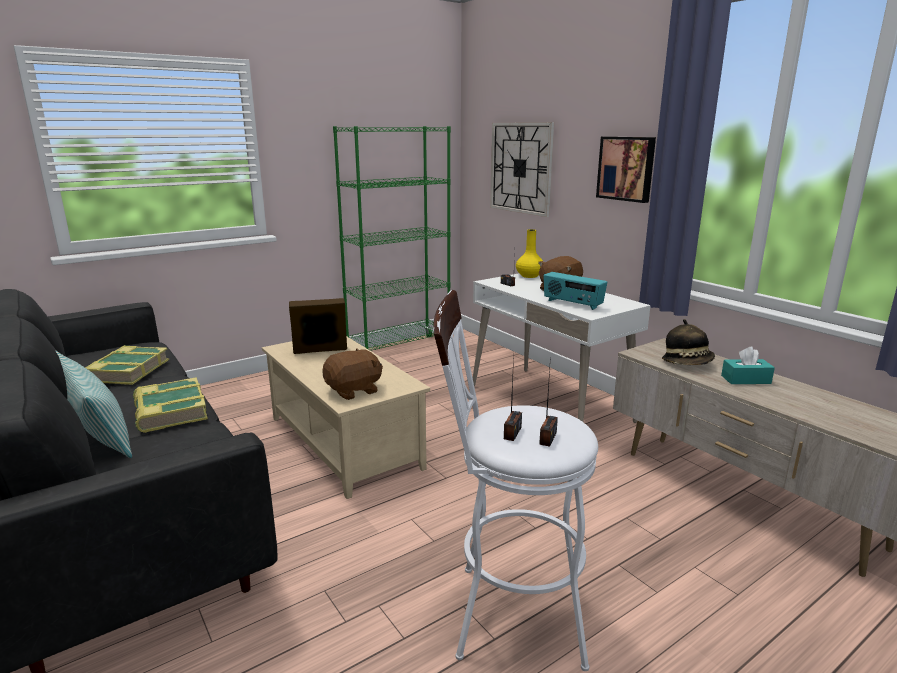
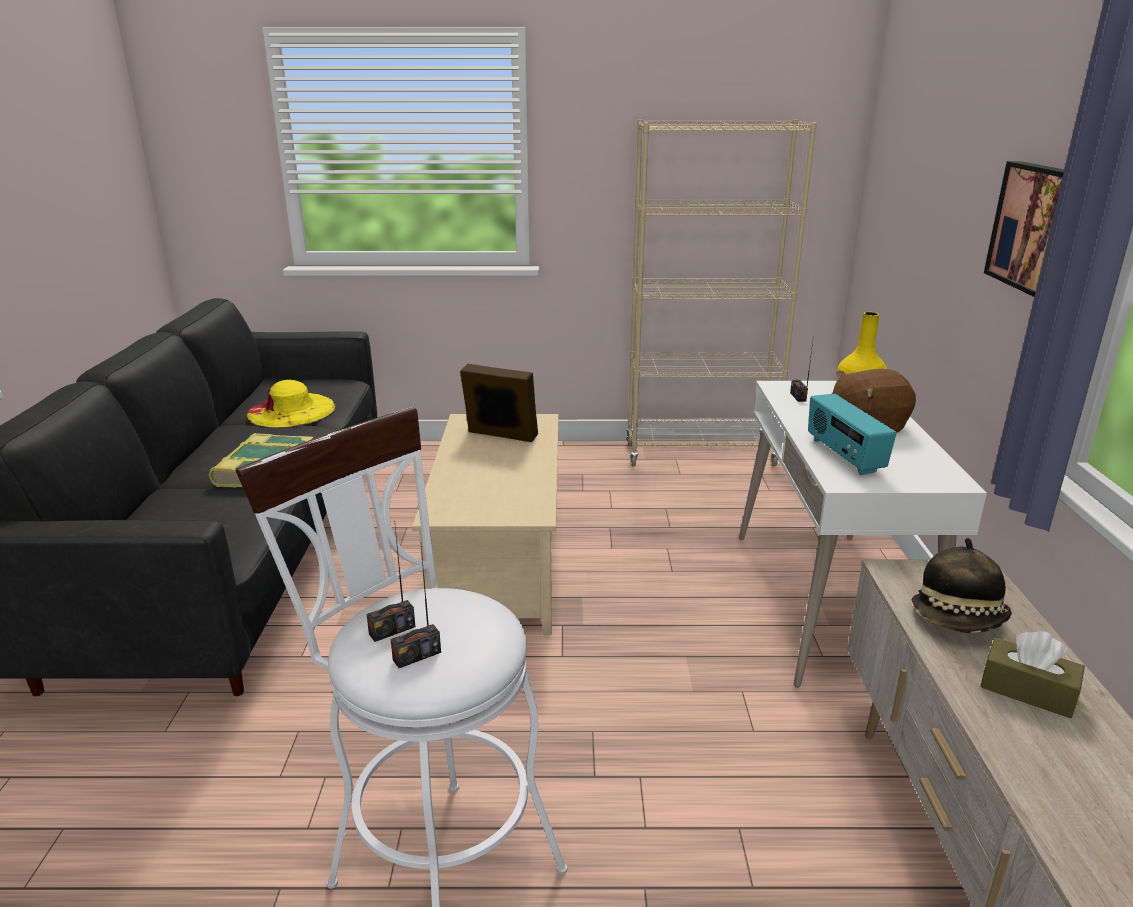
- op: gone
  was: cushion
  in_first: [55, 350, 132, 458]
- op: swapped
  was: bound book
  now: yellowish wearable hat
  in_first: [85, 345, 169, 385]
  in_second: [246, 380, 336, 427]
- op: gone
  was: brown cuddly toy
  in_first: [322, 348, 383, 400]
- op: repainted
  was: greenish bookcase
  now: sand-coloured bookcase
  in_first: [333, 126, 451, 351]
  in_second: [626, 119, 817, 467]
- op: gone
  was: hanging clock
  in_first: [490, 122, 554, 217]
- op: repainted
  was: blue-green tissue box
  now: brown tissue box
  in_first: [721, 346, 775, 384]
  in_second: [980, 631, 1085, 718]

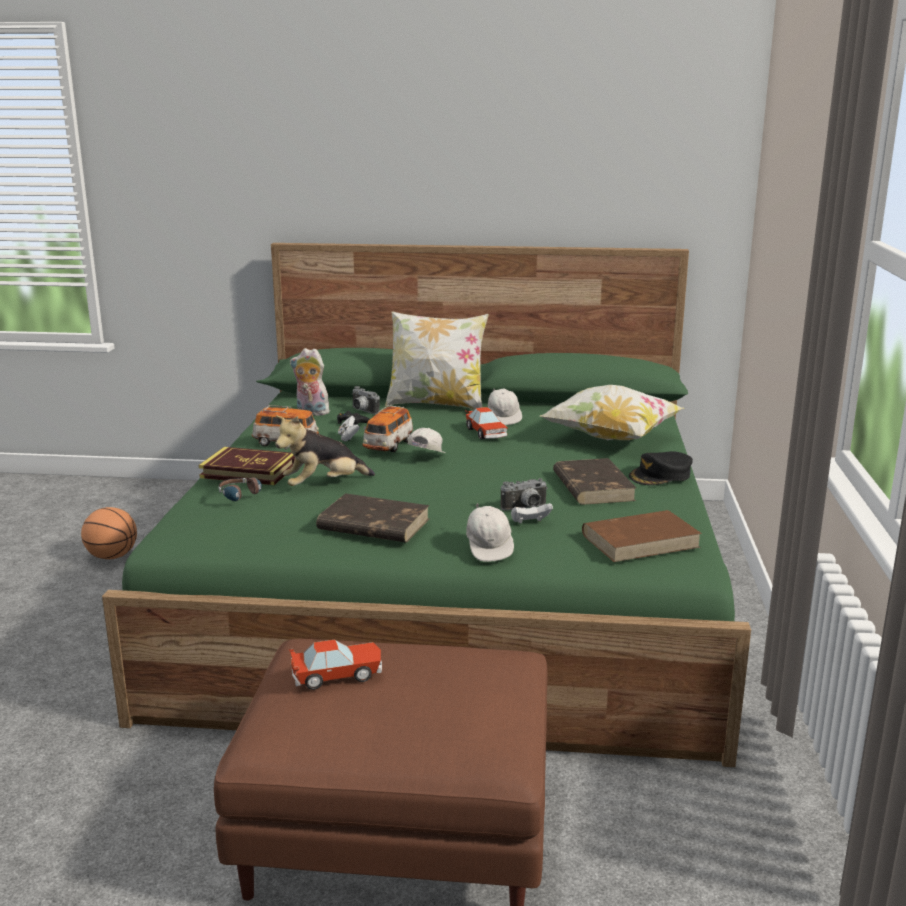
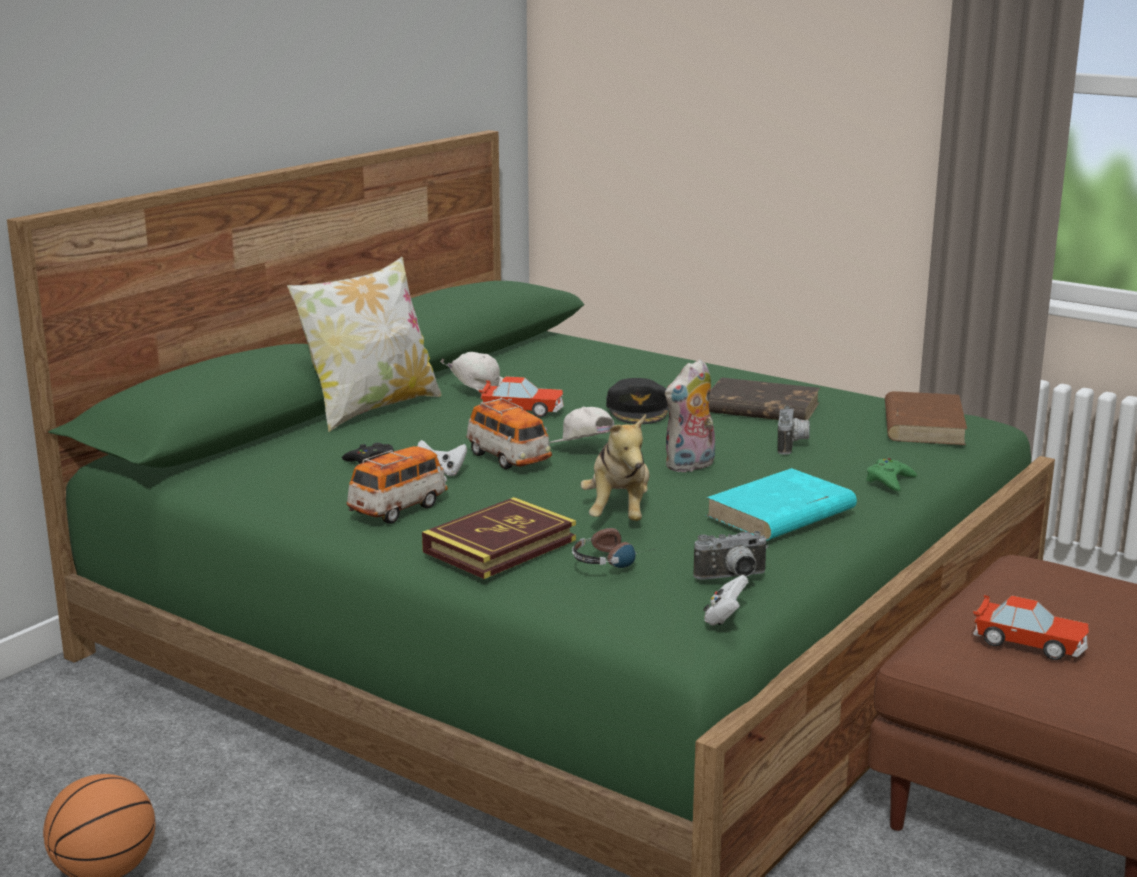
- op: rotated
  was: miniature car
  in_first: [289, 640, 382, 690]
  in_second: [973, 594, 1089, 660]
  clockwise: 105
- op: shifted
  was: cuddly toy
  in_first: [290, 348, 330, 416]
  in_second: [665, 359, 715, 472]
- op: repainted
  was: brown bound book
  now: blue-green bound book
  in_first: [316, 493, 430, 543]
  in_second: [706, 468, 857, 541]
- op: shifted
  was: photo camera
  in_first: [352, 386, 380, 414]
  in_second: [693, 531, 768, 580]
- op: swapped
  was: white cap
  now: greenish joypad
  in_first: [466, 503, 514, 562]
  in_second: [866, 458, 917, 491]
- op: shifted
  was: white joypad
  in_first: [511, 503, 553, 524]
  in_second: [703, 575, 748, 625]
- op: gone
  was: cushion
  in_first: [540, 385, 684, 440]
- op: shifted
  was: black-coloured cap
  in_first: [629, 451, 693, 485]
  in_second: [606, 378, 668, 424]

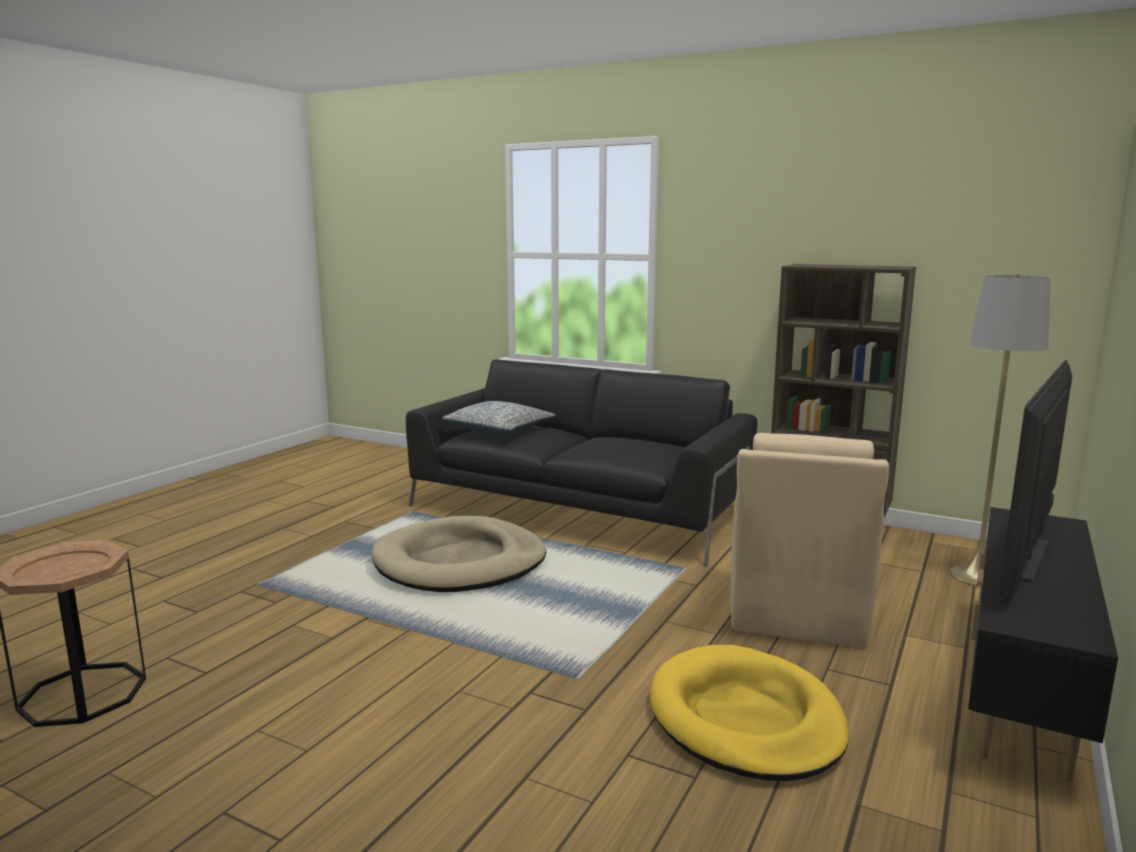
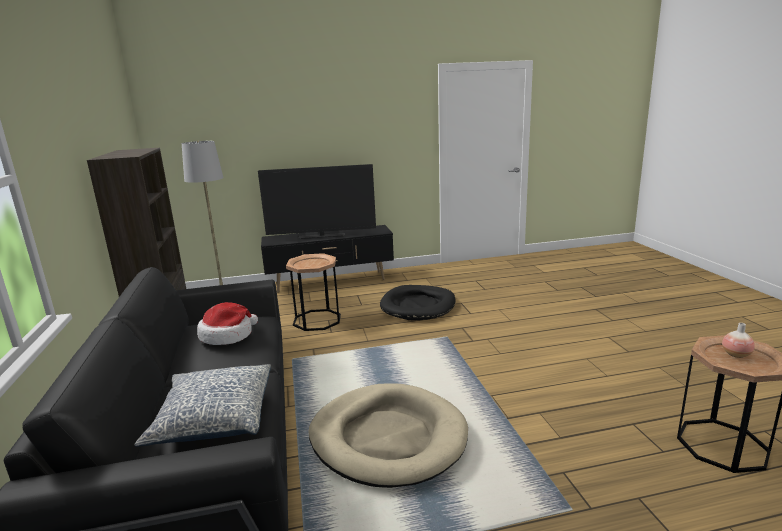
- op: repainted
  was: yellowish dog cushion
  now: black-coloured dog cushion
  in_first: [650, 645, 849, 781]
  in_second: [380, 285, 456, 321]
- op: swapped
  was: sand-coloured easy chair
  now: brown accent table
  in_first: [731, 433, 889, 648]
  in_second: [286, 253, 341, 331]
- op: new
  now: wearable hat
  in_second: [197, 302, 258, 345]
- op: new
  now: vase
  in_second: [722, 323, 755, 358]

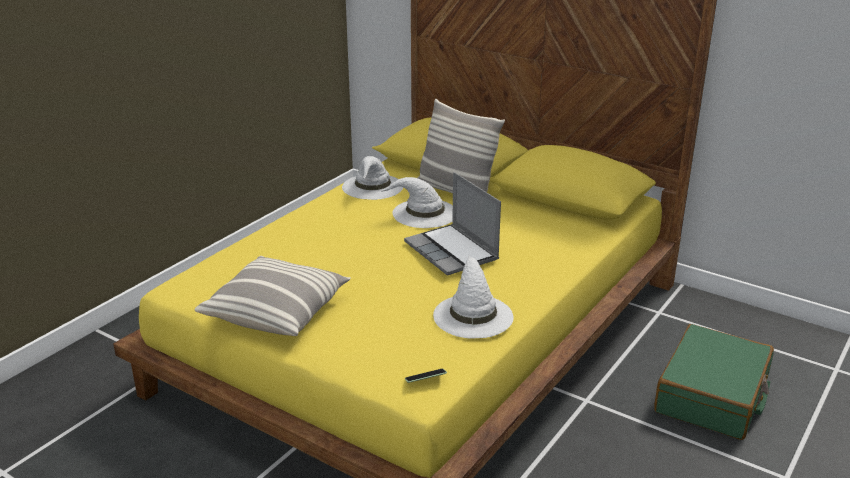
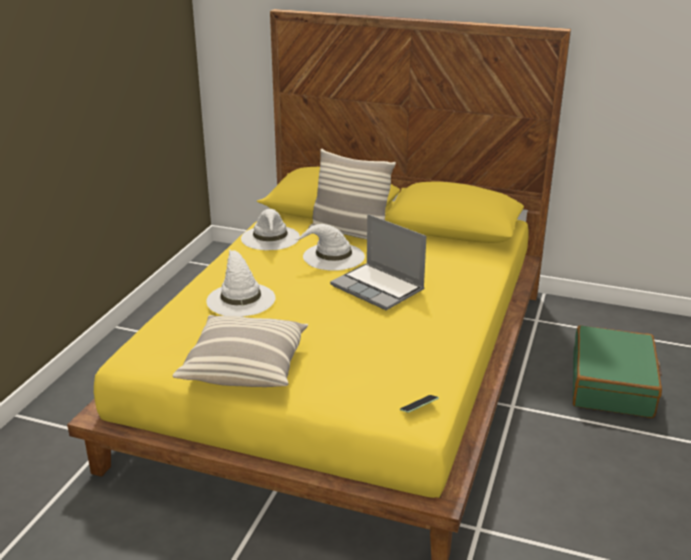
- op: shifted
  was: white wearable hat
  in_first: [433, 255, 514, 338]
  in_second: [206, 249, 276, 317]

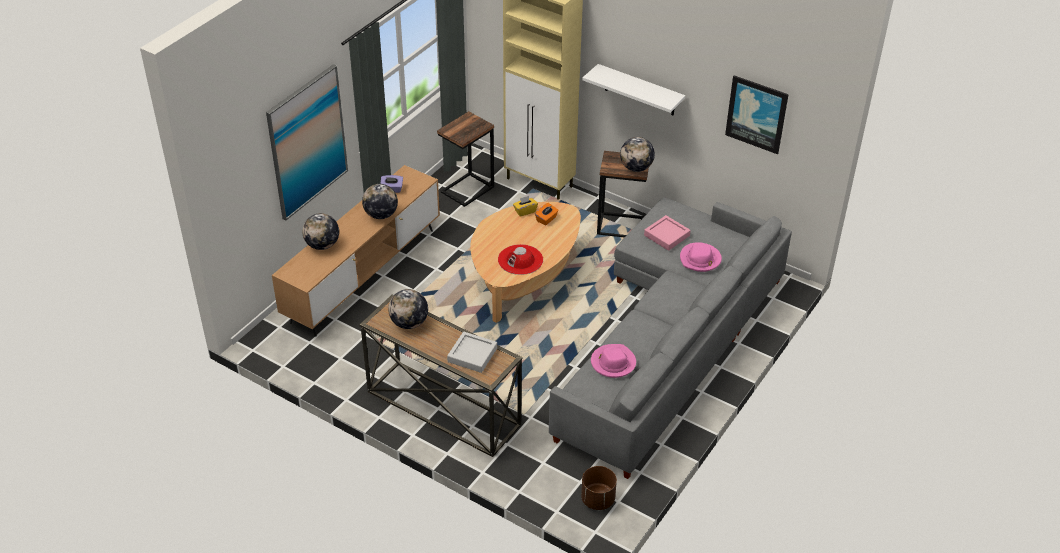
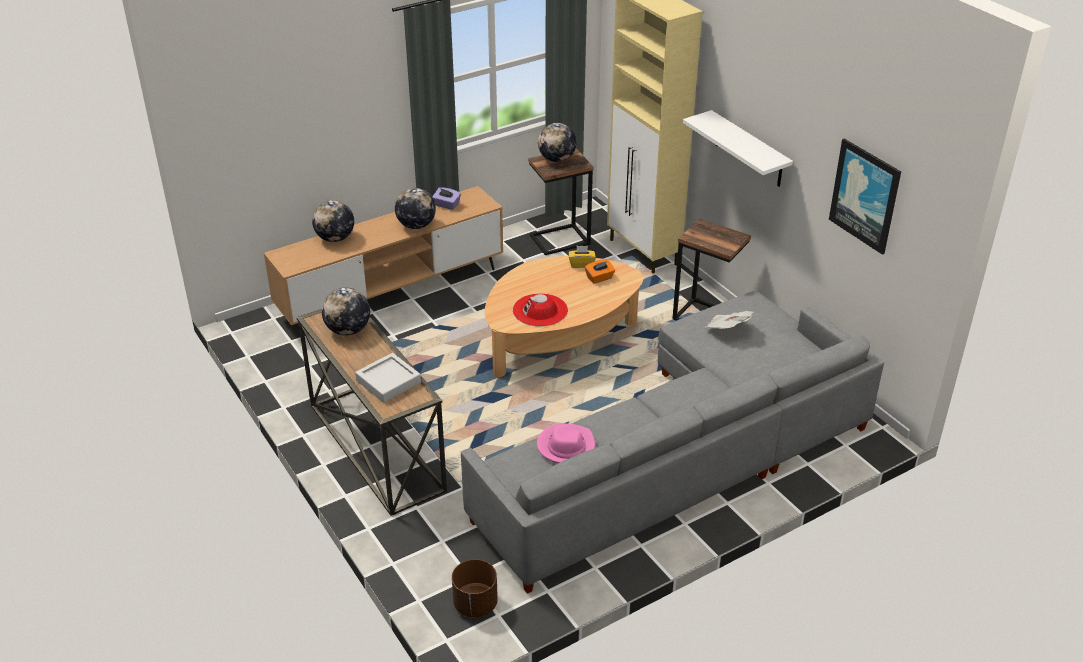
- op: gone
  was: picture
  in_first: [266, 64, 348, 221]
- op: shifted
  was: world globe
  in_first: [620, 137, 655, 172]
  in_second: [538, 123, 576, 162]
- op: swapped
  was: pink-coloured tray
  now: newspaper
  in_first: [644, 215, 691, 251]
  in_second: [705, 311, 754, 329]
- op: gone
  was: pink-coloured wearable hat
  in_first: [680, 242, 722, 272]

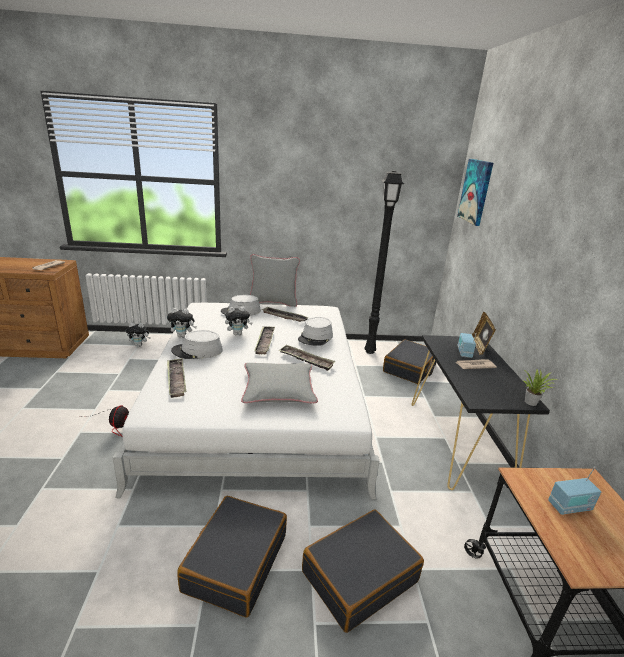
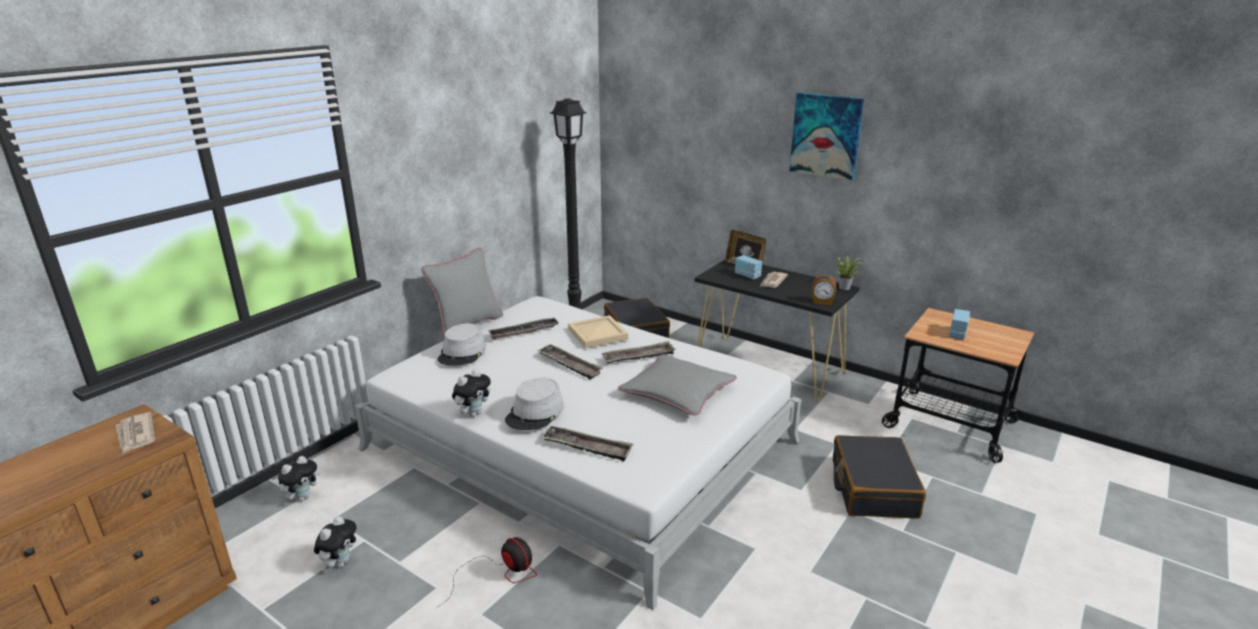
- op: gone
  was: black-coloured suitcase
  in_first: [177, 496, 287, 618]
- op: shifted
  was: cuddly toy
  in_first: [225, 307, 253, 335]
  in_second: [314, 516, 356, 568]
- op: swapped
  was: greyish wearable hat
  now: sand-coloured tray
  in_first: [298, 317, 333, 346]
  in_second: [568, 315, 628, 348]
- op: shifted
  was: picture
  in_first: [457, 159, 493, 226]
  in_second: [789, 93, 864, 181]
- op: new
  now: bedside clock
  in_second: [812, 275, 836, 305]

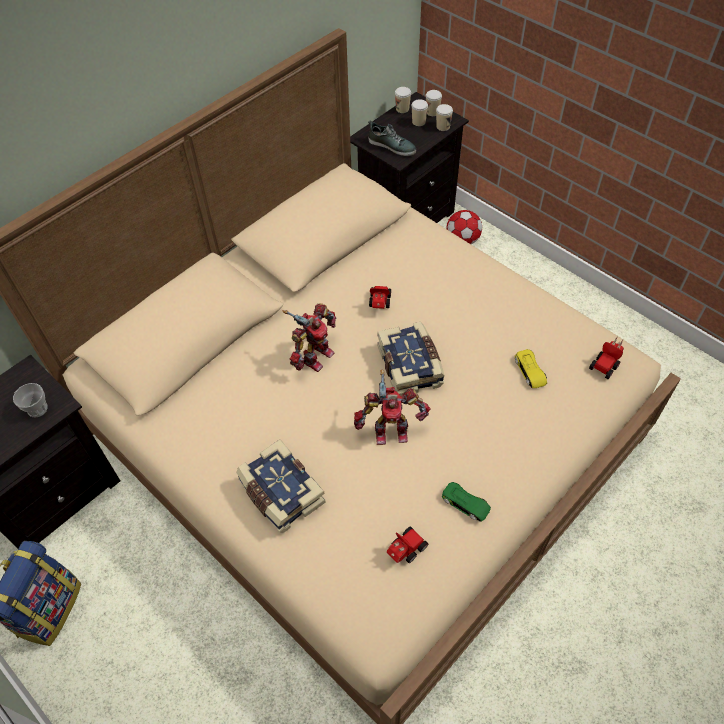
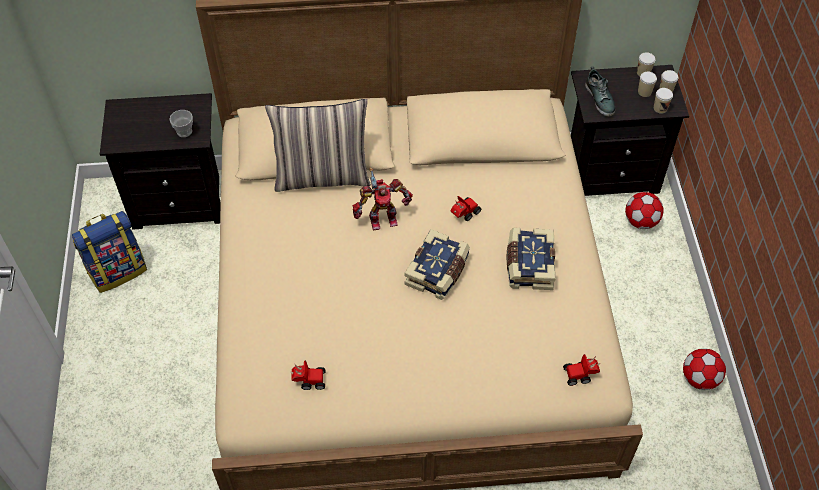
- op: shifted
  was: bound book
  in_first: [236, 439, 326, 533]
  in_second: [507, 228, 556, 290]
- op: gone
  was: robot figure
  in_first: [354, 370, 430, 445]
- op: gone
  was: greenish miniature car
  in_first: [442, 482, 491, 522]
- op: gone
  was: yellowish miniature car
  in_first: [515, 349, 547, 388]
- op: new
  now: cushion
  in_second: [265, 99, 371, 192]
- op: new
  now: ball for football
  in_second: [683, 348, 726, 390]

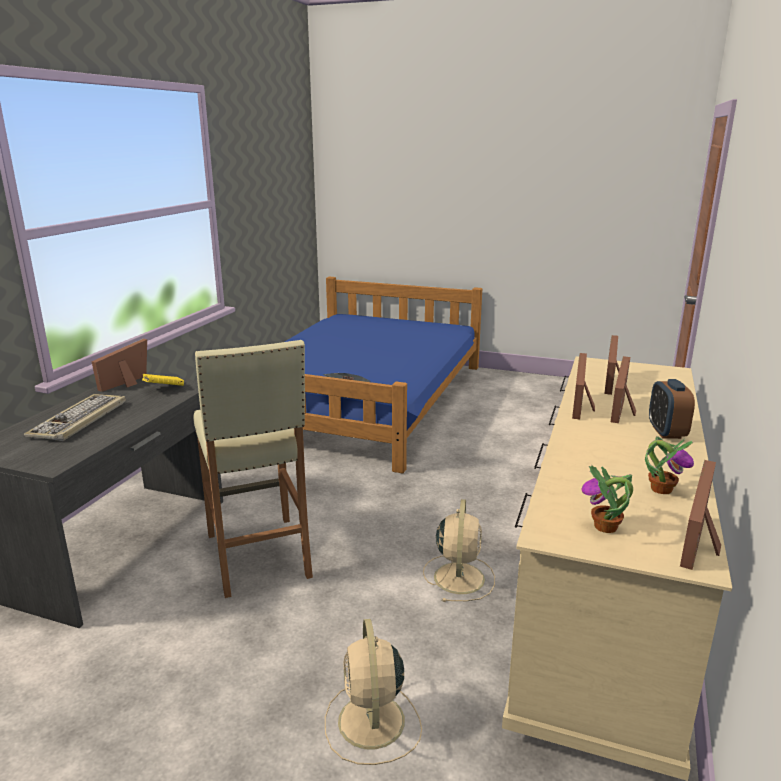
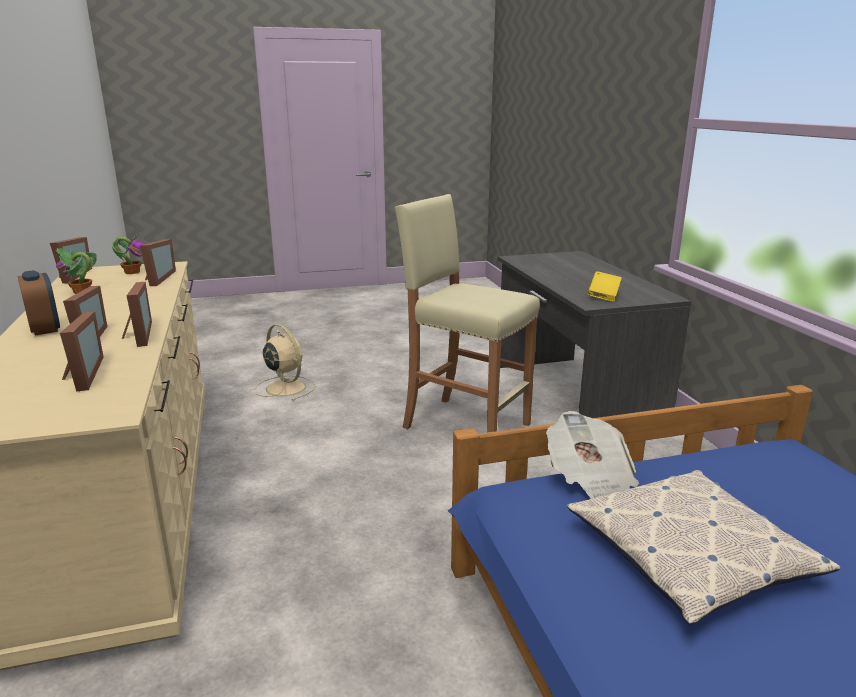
- op: gone
  was: computer keyboard
  in_first: [24, 394, 126, 441]
- op: shifted
  was: standing frame
  in_first: [92, 339, 147, 392]
  in_second: [140, 239, 176, 286]
- op: gone
  was: sand-coloured electric fan
  in_first: [423, 499, 495, 602]
- op: new
  now: cushion
  in_second: [567, 470, 840, 625]

